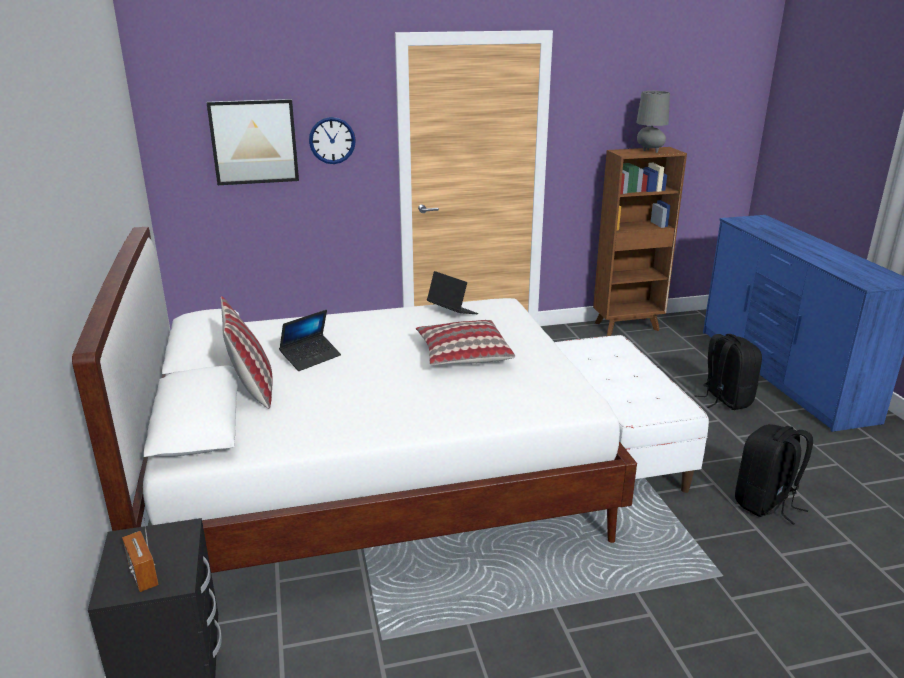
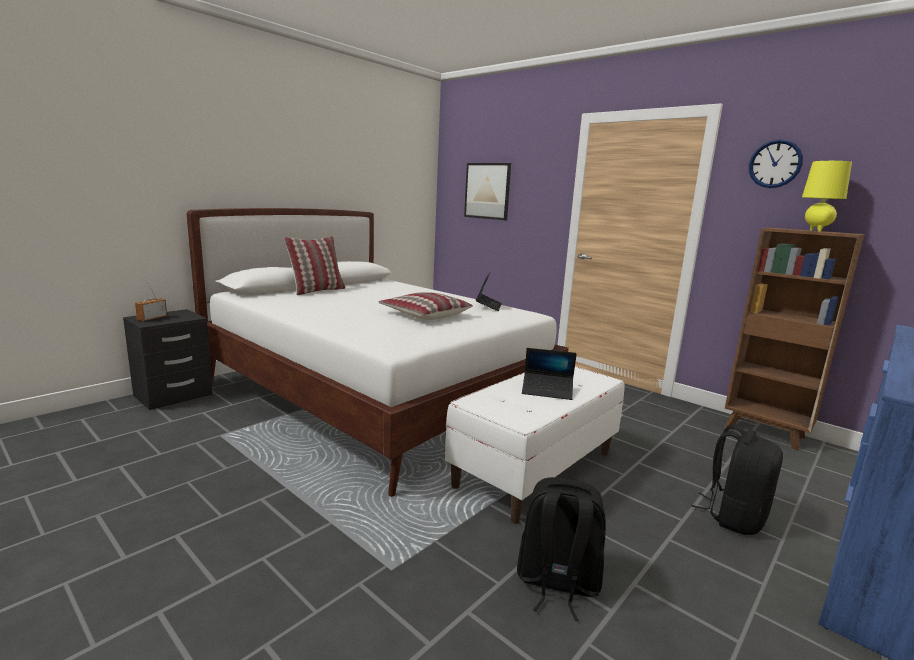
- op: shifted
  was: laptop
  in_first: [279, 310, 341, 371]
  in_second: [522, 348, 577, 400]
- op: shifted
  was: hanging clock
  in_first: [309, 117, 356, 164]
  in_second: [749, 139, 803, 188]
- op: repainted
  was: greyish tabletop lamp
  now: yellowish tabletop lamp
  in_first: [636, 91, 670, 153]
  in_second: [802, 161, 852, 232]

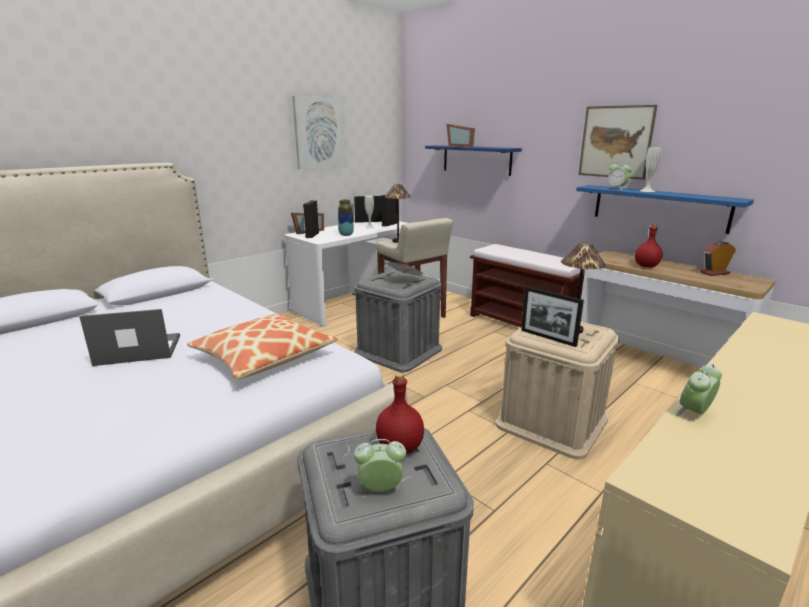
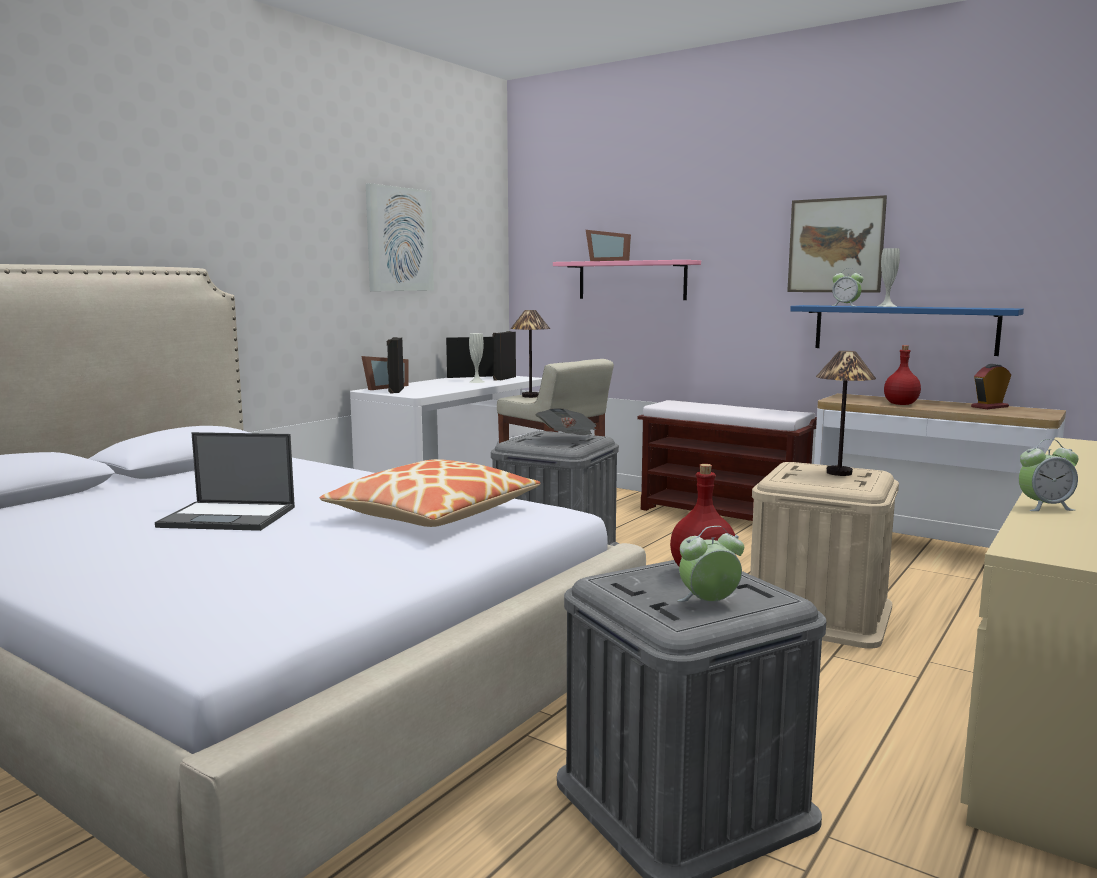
- op: rotated
  was: laptop
  in_first: [79, 309, 180, 366]
  in_second: [155, 432, 295, 531]
  clockwise: -150
- op: gone
  was: vase
  in_first: [338, 199, 354, 236]
- op: repainted
  was: blue-coloured bracket shelf
  now: pink-coloured bracket shelf
  in_first: [425, 145, 522, 176]
  in_second: [553, 260, 701, 300]
- op: gone
  was: standing frame
  in_first: [521, 286, 584, 347]
- op: rotated
  was: bedside clock
  in_first: [675, 364, 722, 416]
  in_second: [1019, 439, 1079, 511]
  clockwise: -135

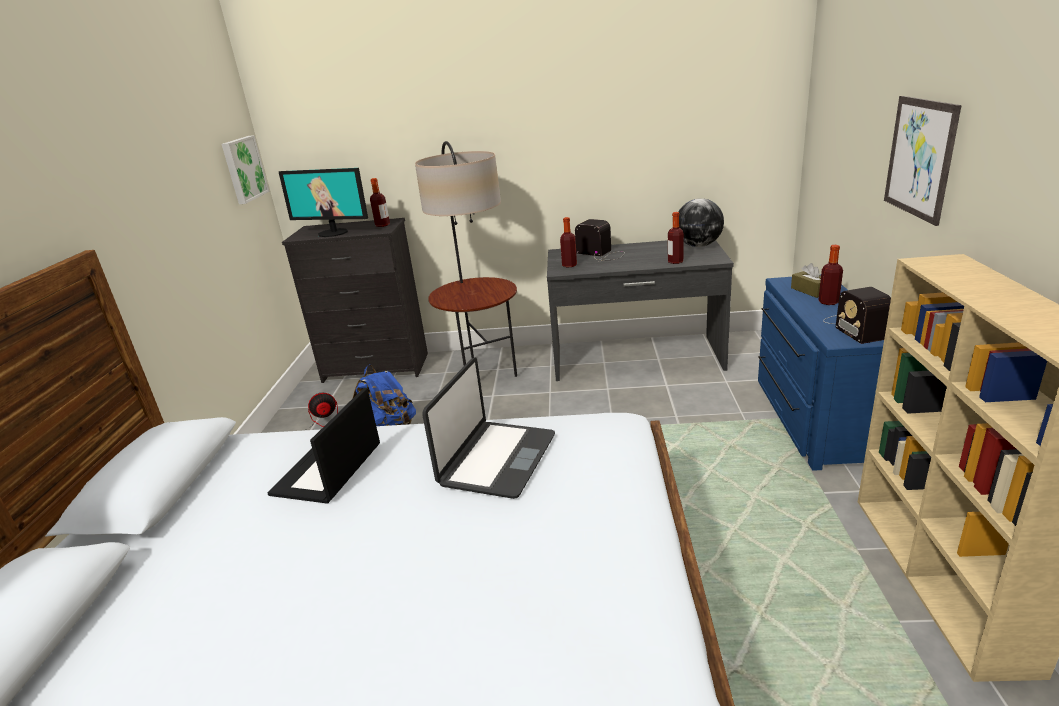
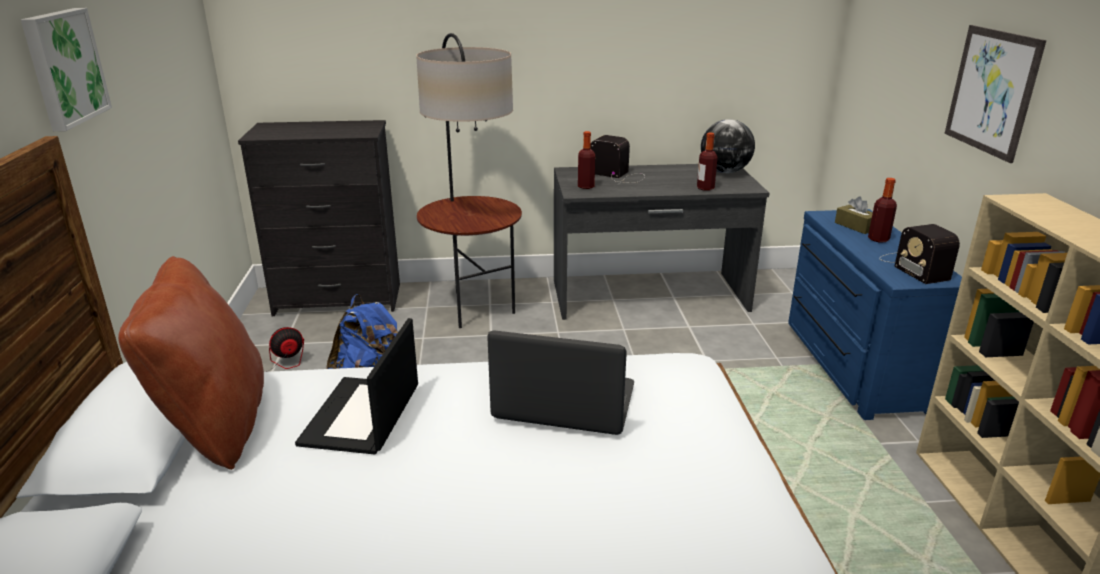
- op: shifted
  was: picture
  in_first: [221, 135, 269, 204]
  in_second: [21, 8, 112, 131]
- op: gone
  was: monitor
  in_first: [279, 168, 368, 237]
- op: gone
  was: drink bottle
  in_first: [370, 178, 390, 227]
- op: rotated
  was: laptop
  in_first: [422, 357, 555, 499]
  in_second: [487, 330, 634, 435]
  clockwise: -90
- op: new
  now: brown cushion
  in_second: [118, 256, 264, 470]

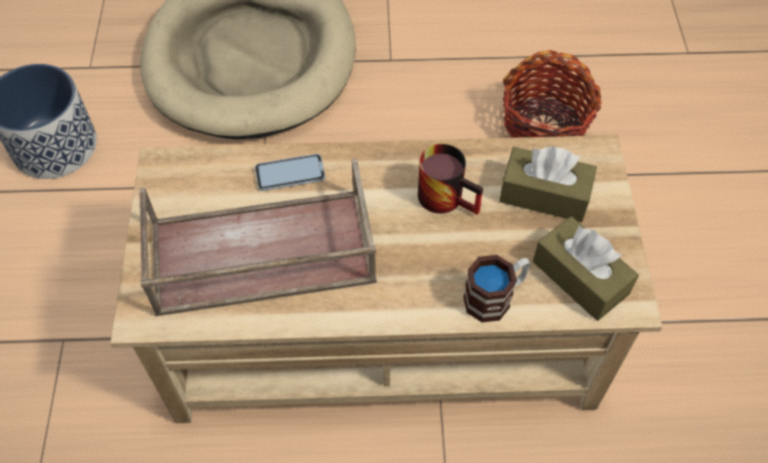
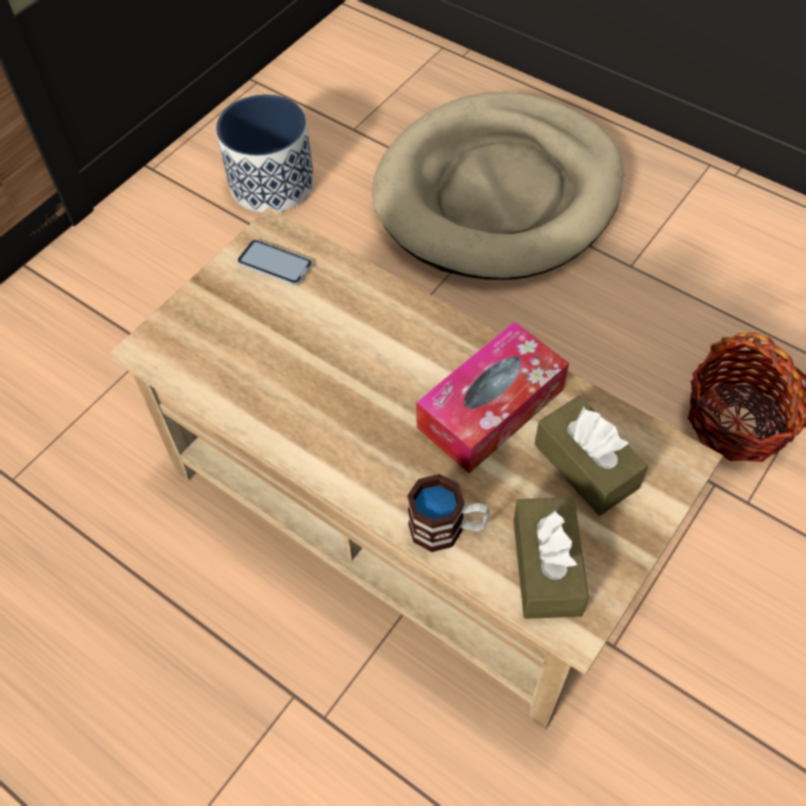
- op: gone
  was: brown tray
  in_first: [139, 158, 377, 317]
- op: shifted
  was: handset
  in_first: [255, 154, 325, 191]
  in_second: [237, 240, 313, 285]
- op: swapped
  was: mug
  now: tissue box
  in_first: [418, 144, 483, 215]
  in_second: [416, 321, 569, 473]

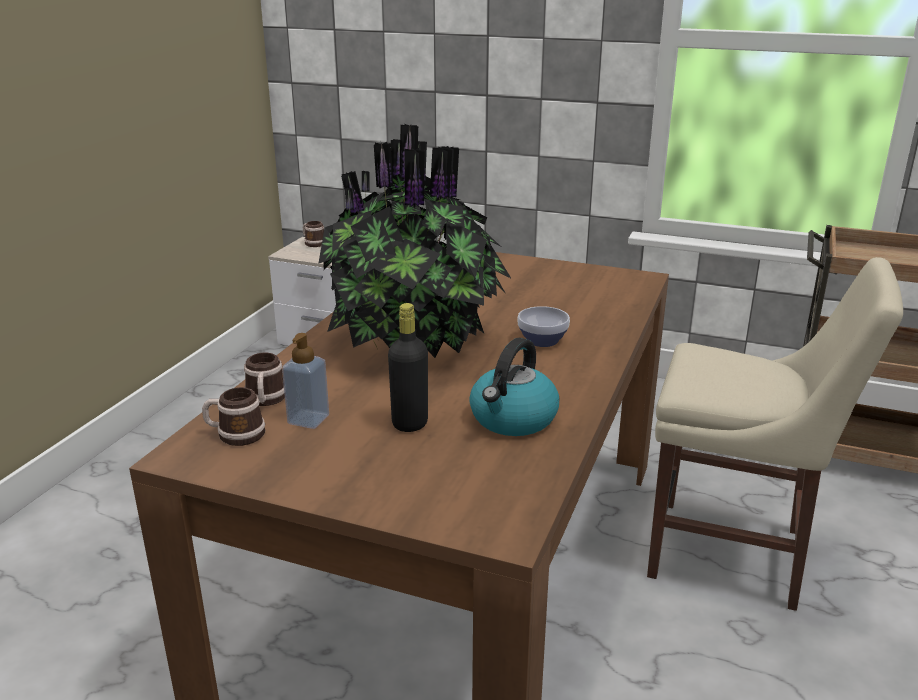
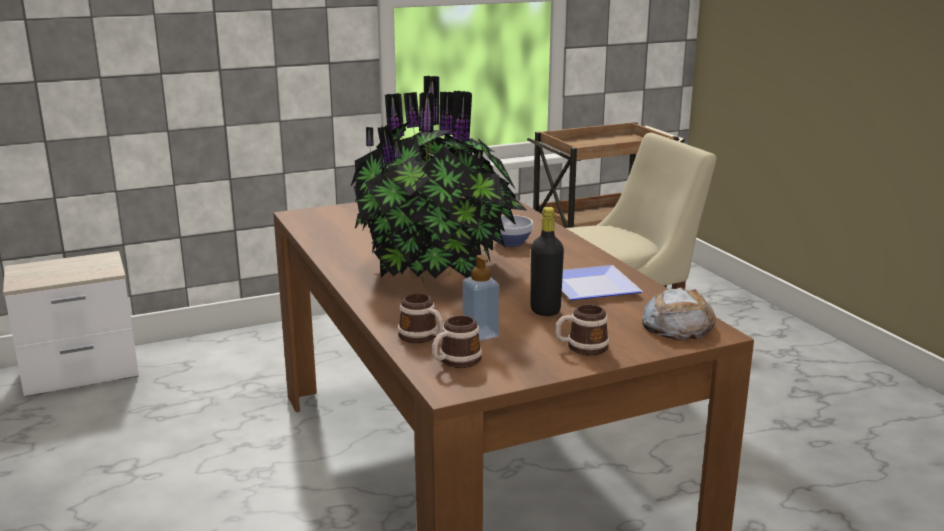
- op: shifted
  was: mug
  in_first: [303, 221, 324, 247]
  in_second: [555, 304, 609, 356]
- op: swapped
  was: tea kettle
  now: dinner plate
  in_first: [469, 338, 559, 436]
  in_second: [562, 265, 643, 300]
- op: new
  now: bakery bread
  in_second: [642, 288, 717, 341]

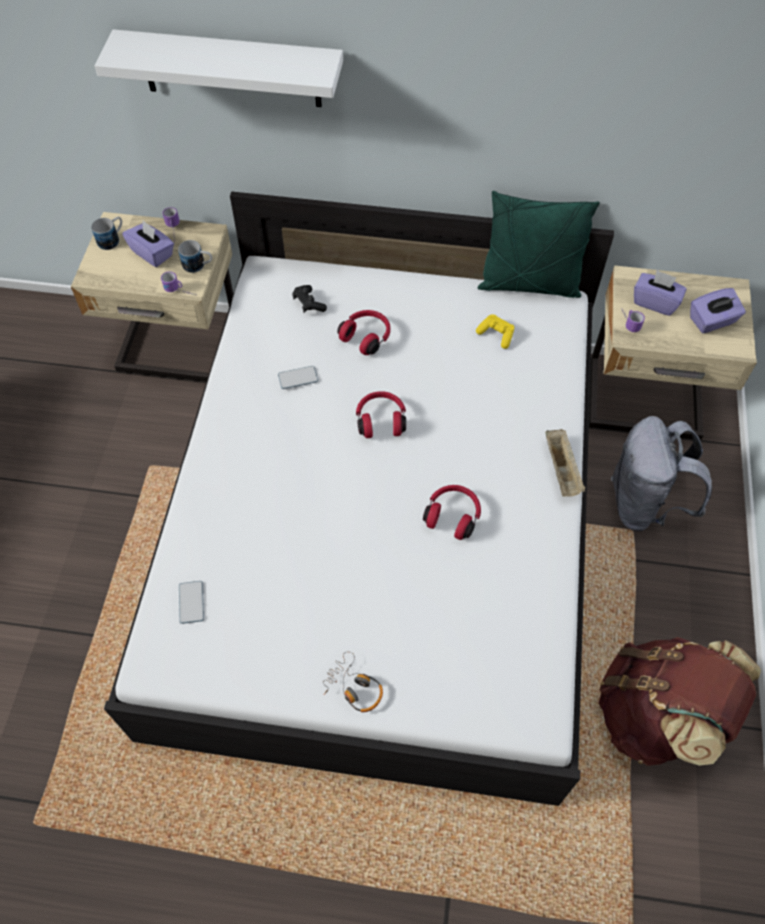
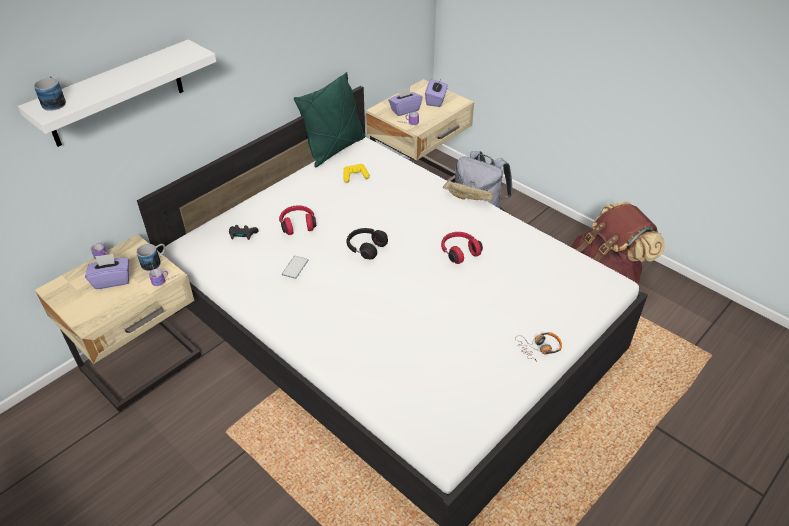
- op: shifted
  was: mug
  in_first: [91, 217, 122, 250]
  in_second: [34, 76, 66, 111]
- op: gone
  was: handset
  in_first: [179, 581, 204, 624]
- op: repainted
  was: reddish headset
  now: black-coloured headset
  in_first: [356, 391, 406, 438]
  in_second: [346, 228, 388, 259]

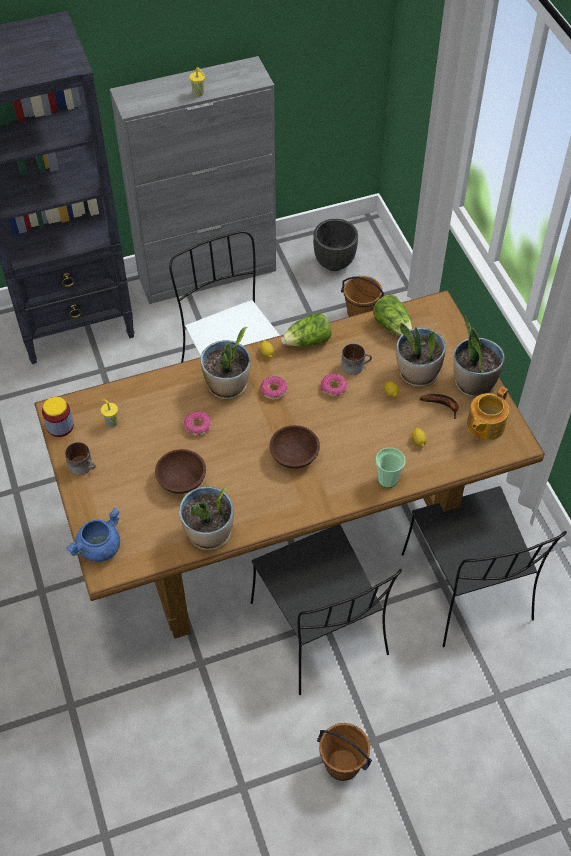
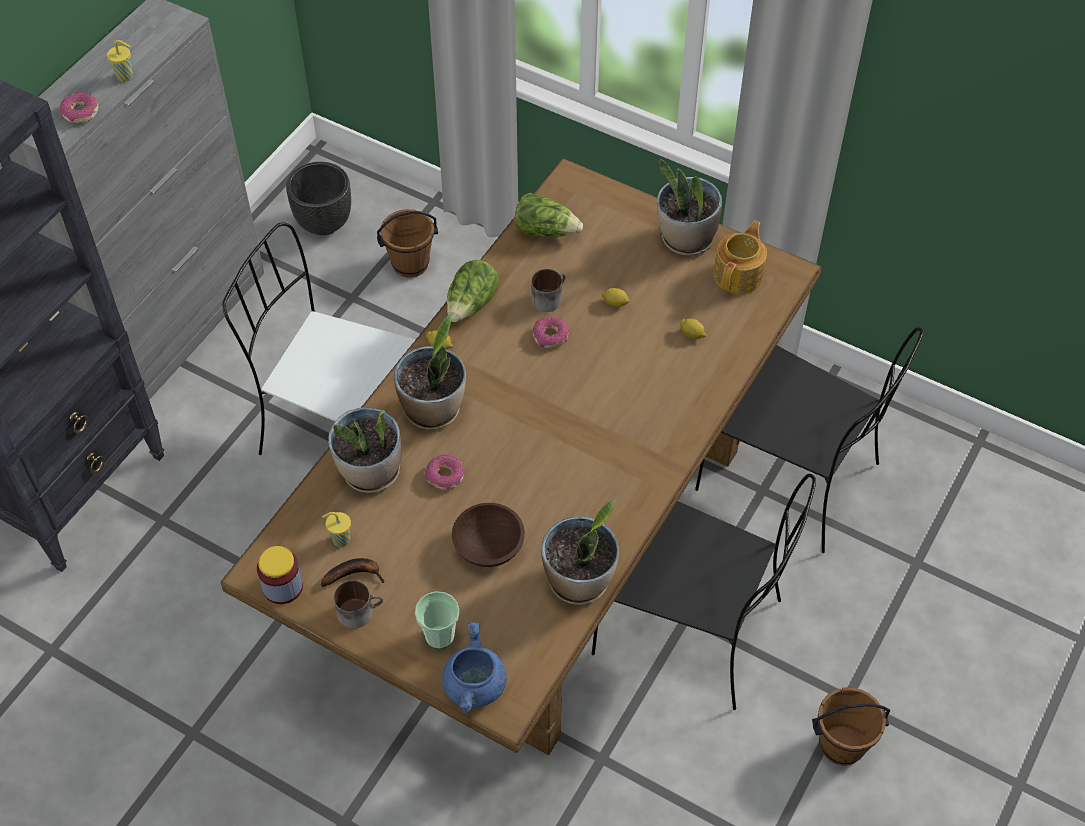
- op: shifted
  was: ring doughnut
  in_first: [260, 376, 287, 400]
  in_second: [60, 92, 98, 123]
- op: gone
  was: brown bowl
  in_first: [270, 425, 320, 469]
- op: shifted
  was: cup
  in_first: [376, 448, 405, 488]
  in_second: [415, 591, 459, 649]
- op: shifted
  was: houseplant
  in_first: [396, 323, 446, 387]
  in_second: [328, 407, 402, 493]
- op: shifted
  was: banana
  in_first: [420, 394, 459, 419]
  in_second: [321, 558, 385, 587]
- op: rotated
  was: tea pot
  in_first: [467, 387, 509, 441]
  in_second: [713, 221, 767, 295]
  clockwise: -150

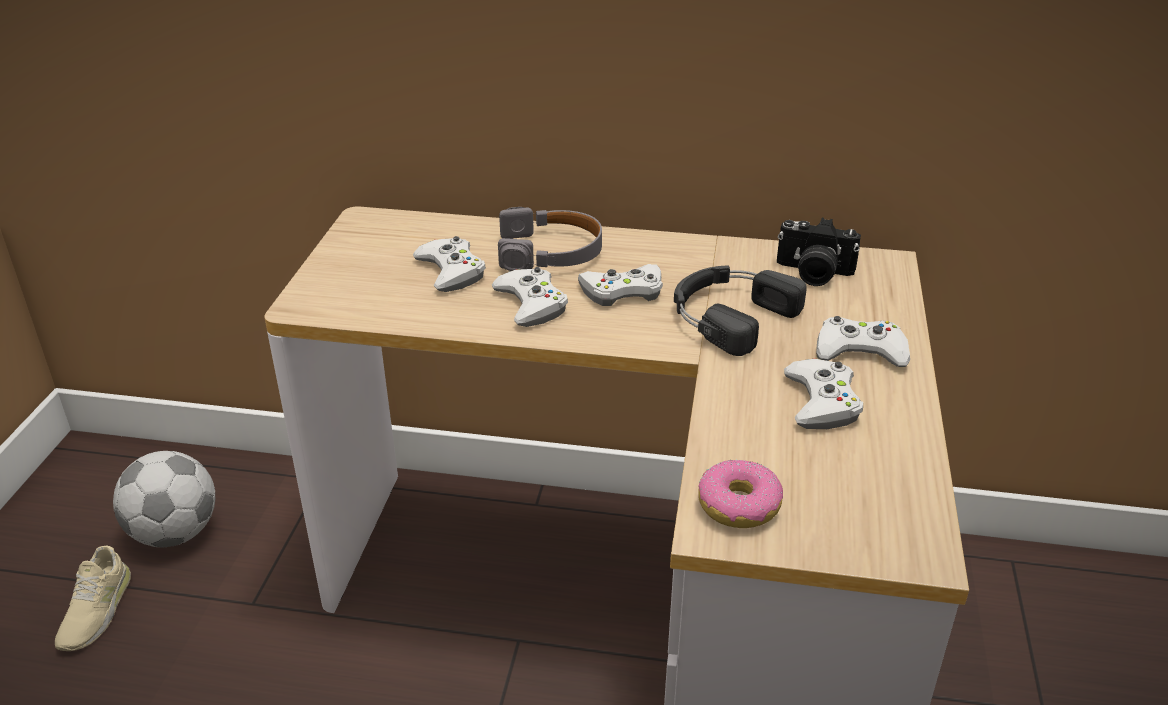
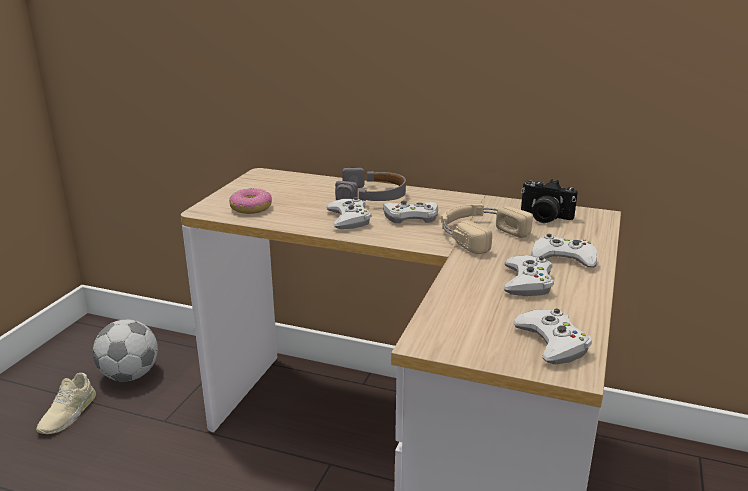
- op: shifted
  was: white joypad
  in_first: [413, 236, 486, 292]
  in_second: [513, 309, 592, 365]
- op: repainted
  was: black-coloured headset
  now: sand-coloured headset
  in_first: [674, 265, 807, 356]
  in_second: [441, 204, 533, 254]
- op: shifted
  was: ring doughnut
  in_first: [698, 459, 783, 528]
  in_second: [229, 188, 272, 214]

